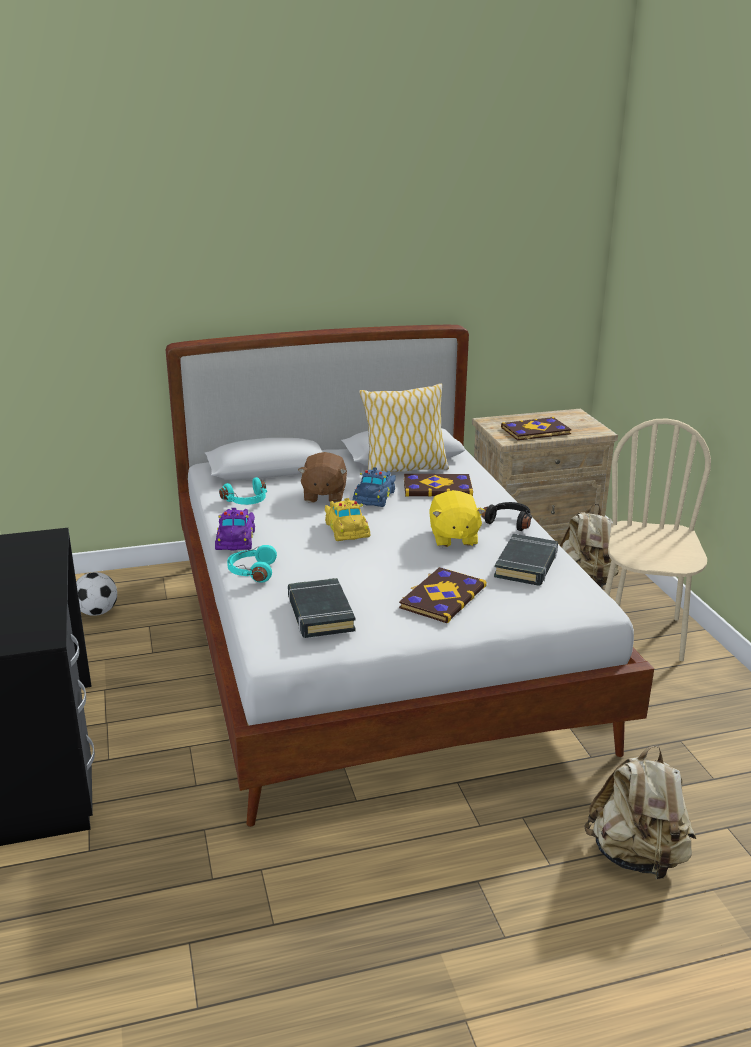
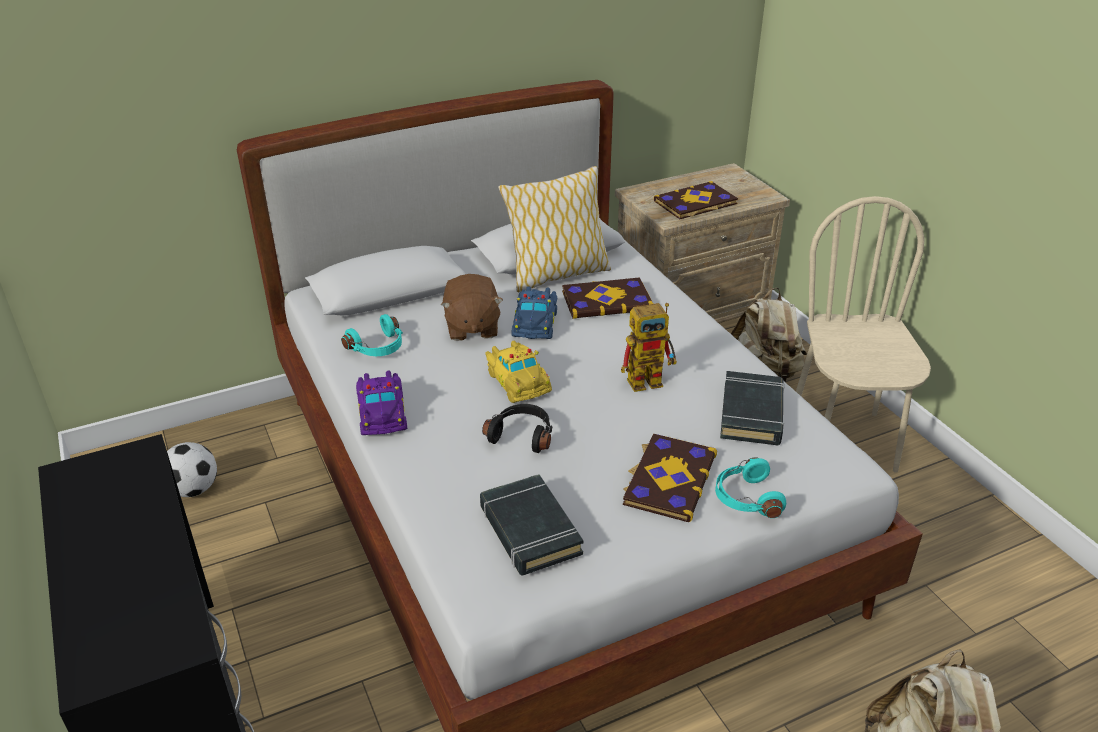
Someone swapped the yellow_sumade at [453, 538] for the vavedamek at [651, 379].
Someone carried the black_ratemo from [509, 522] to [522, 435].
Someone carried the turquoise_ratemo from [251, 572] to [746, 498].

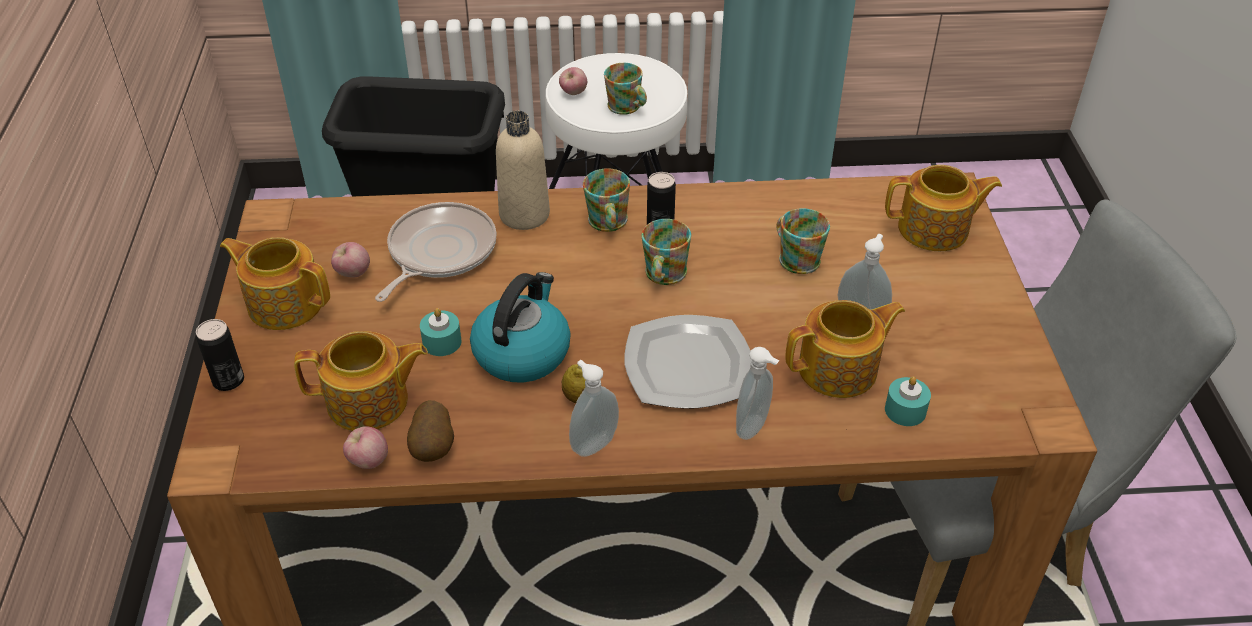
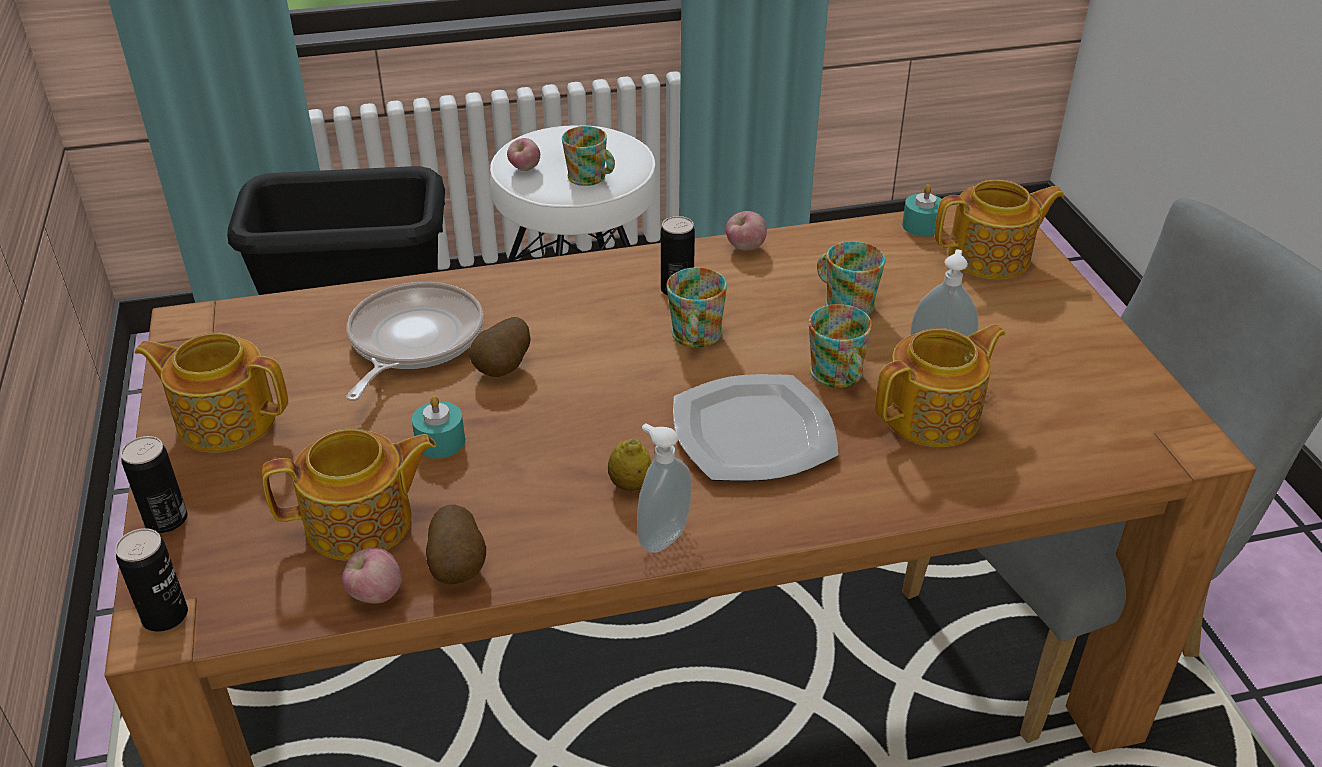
Someone took away the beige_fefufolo at [524, 215].
Someone carried the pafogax from [607, 223] to [838, 377].
Someone carried the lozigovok from [353, 273] to [745, 248].
Someone took away the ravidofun at [522, 352].
Someone took away the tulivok at [754, 428].
Someone carried the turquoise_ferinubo from [905, 410] to [922, 226].
Someone put down the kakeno at [504, 369].
Someone put down the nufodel at [165, 616].

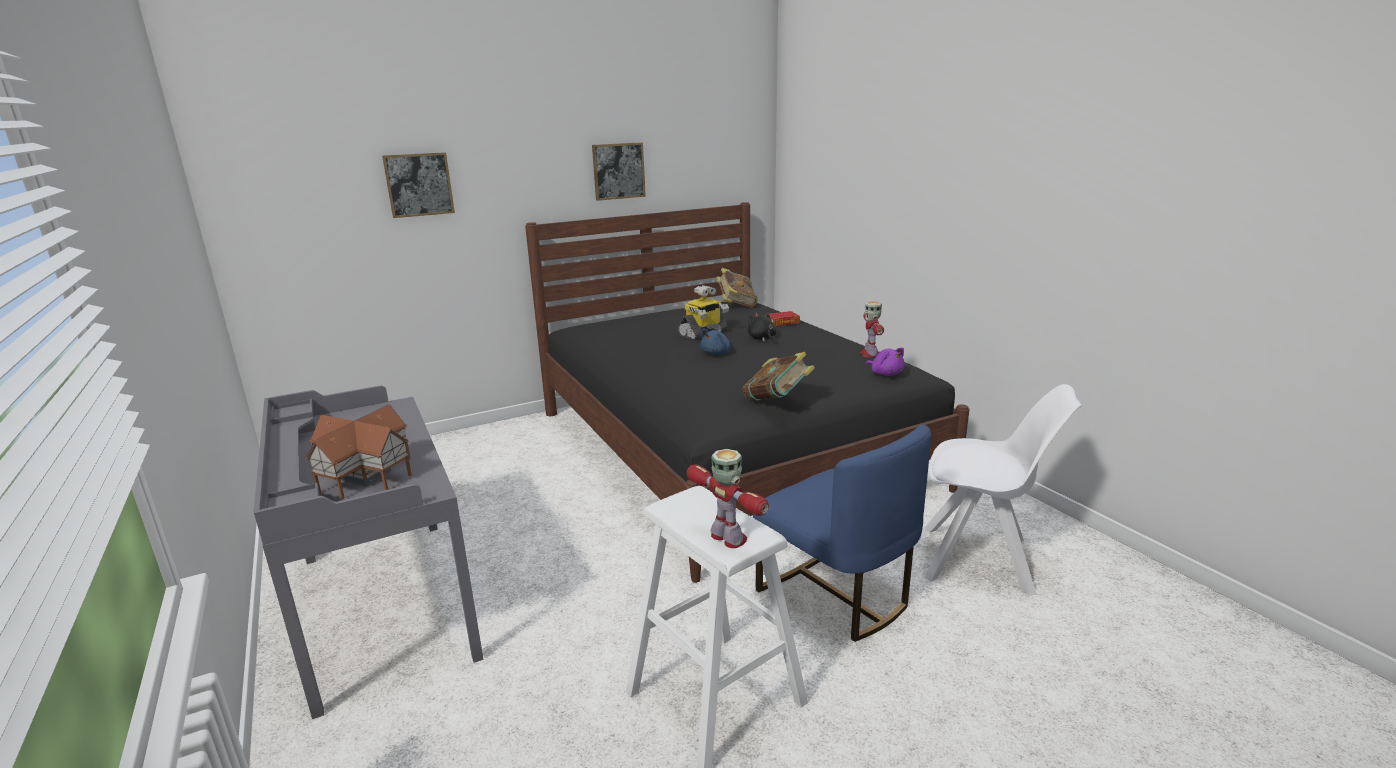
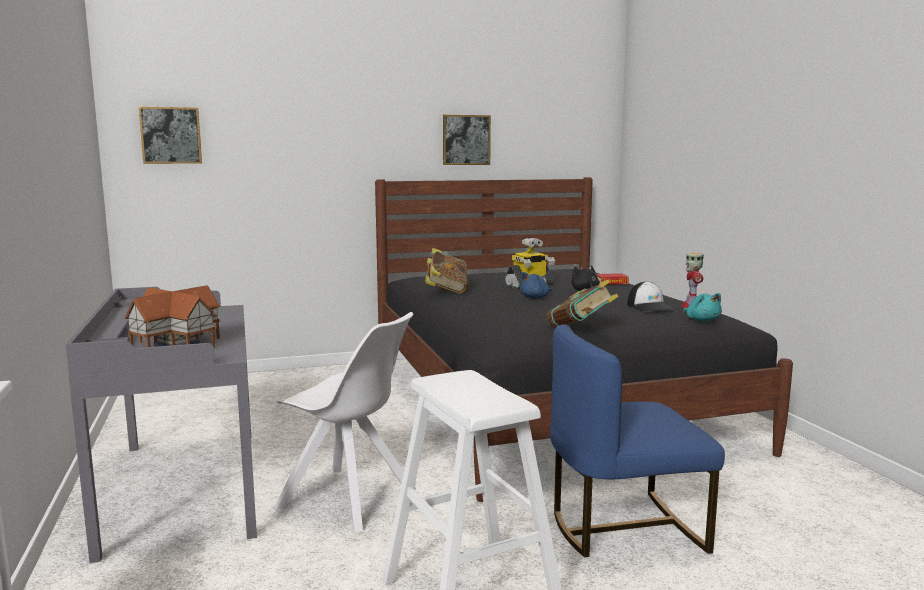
Someone carried the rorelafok from [419, 184] to [171, 135].
Someone carried the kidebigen from [736, 305] to [446, 291].
Someone repainted the purple_sumade at [885, 373], which became the turquoise_sumade at [702, 320].
Someone carried the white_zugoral from [980, 560] to [349, 499].
Someone rotated the blue_zugoral at [836, 595] by 105 degrees clockwise.
Someone took away the vavedamek at [728, 539].
Someone put down the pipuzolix at [650, 307].

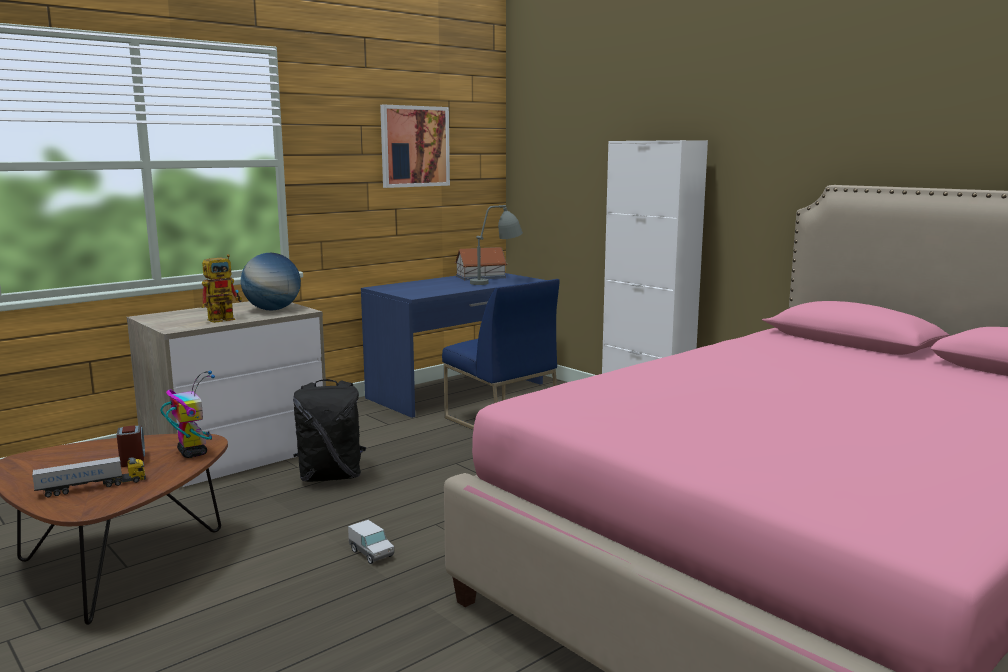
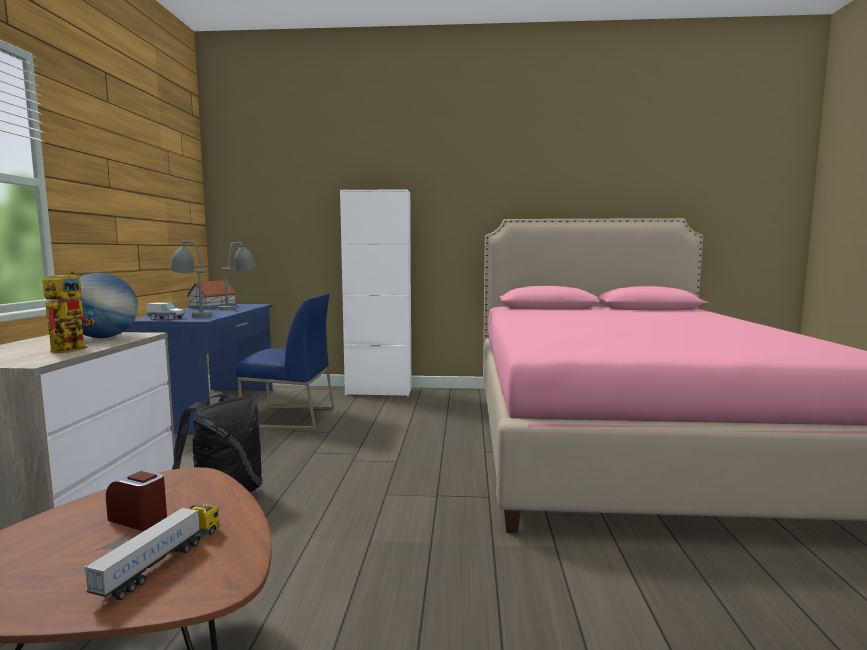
Someone took away the rorelafok at [414, 146].
Someone took away the vavedamek at [192, 453].
Someone carried the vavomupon from [371, 553] to [166, 318].
Someone put down the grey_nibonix at [191, 314].

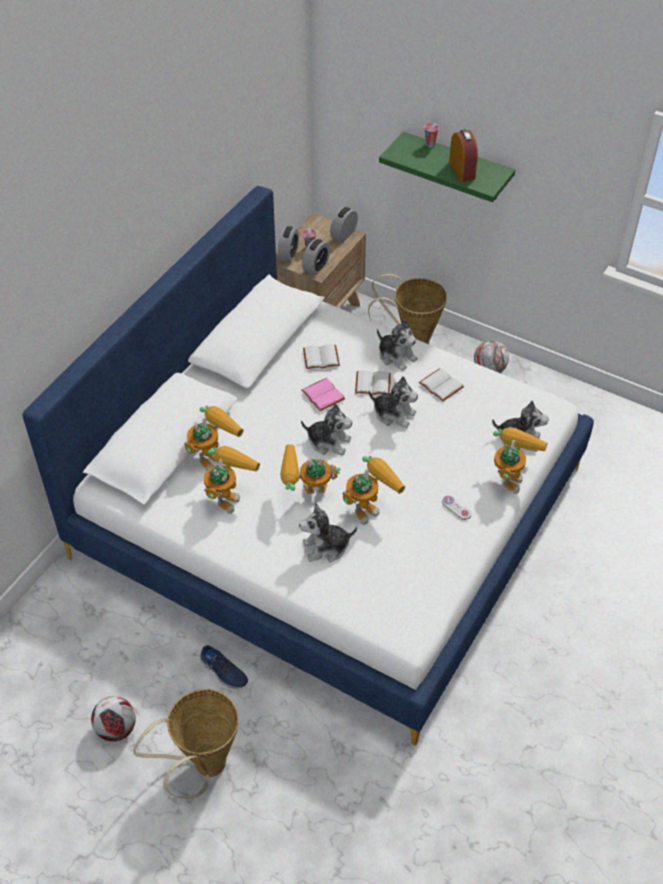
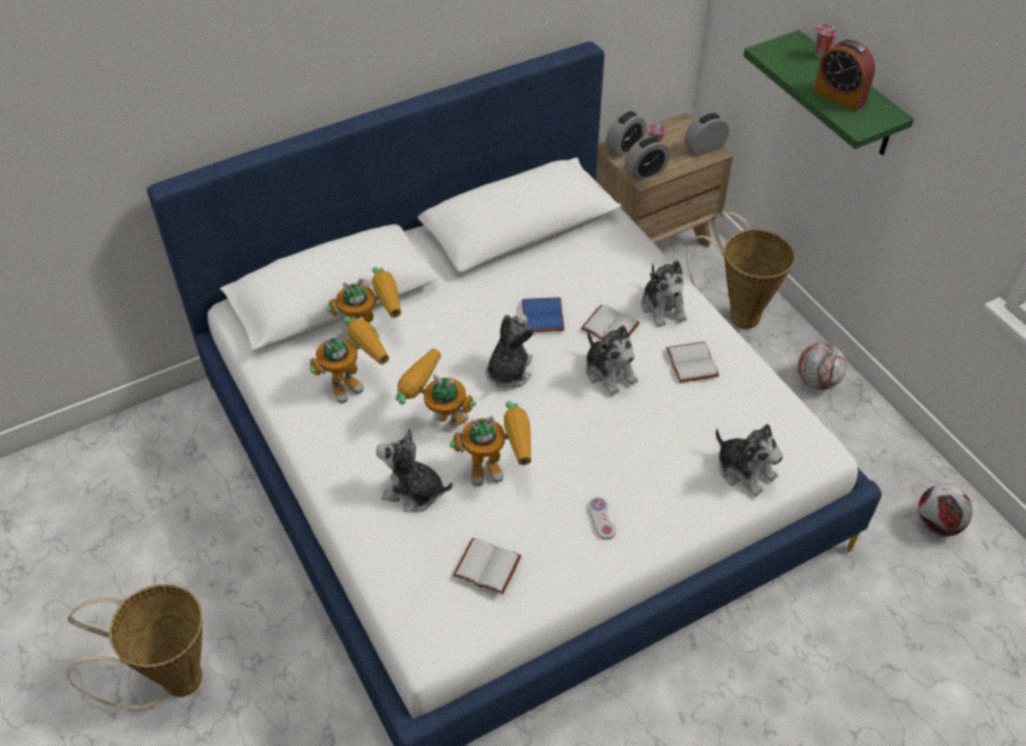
Someone rotated the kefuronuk at [462, 170] by 120 degrees clockwise.
Someone carried the white_kidebigen from [321, 357] to [489, 566].
Someone repainted the pink_kidebigen at [324, 395], which became the blue_kidebigen at [544, 316].
Someone rotated the sumade at [328, 442] by 120 degrees counterclockwise.
Someone took away the vavedamek at [510, 475].
Someone took away the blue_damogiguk at [223, 672].
Someone carried the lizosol from [116, 729] to [936, 524].

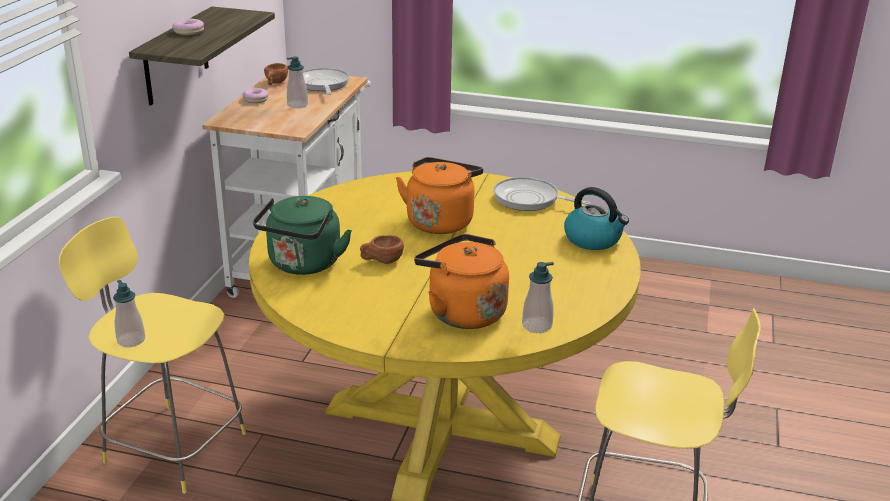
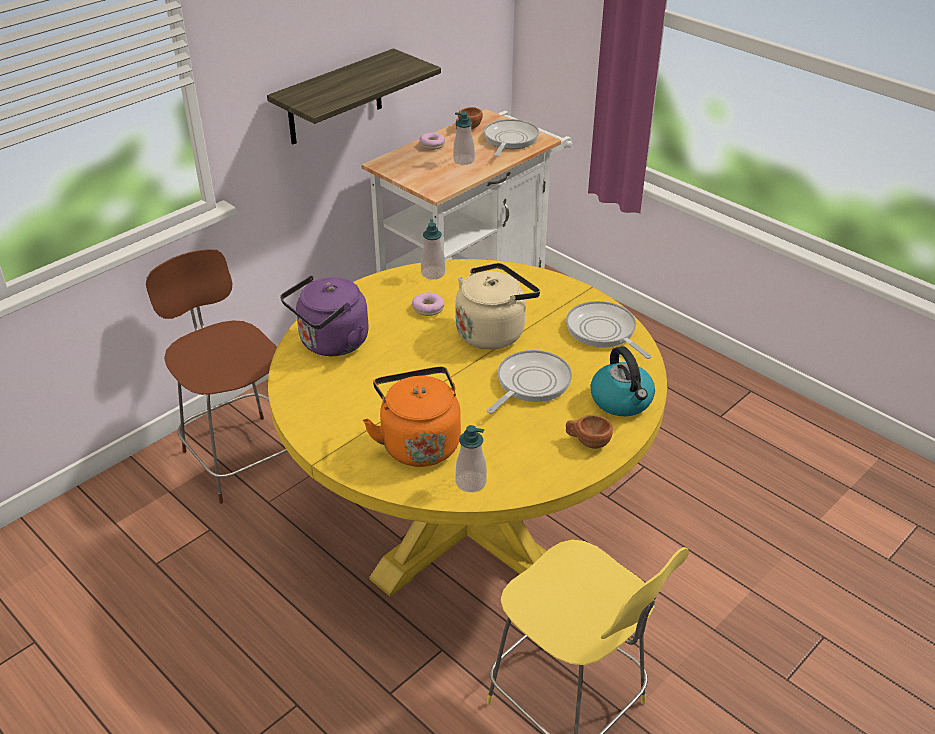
Someone carried the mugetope from [189, 32] to [428, 308].
Someone repainted the orange_ravidofun at [441, 221], which became the beige_ravidofun at [493, 332].
Someone repainted the green_ravidofun at [303, 265], which became the purple_ravidofun at [331, 343].
Someone repainted the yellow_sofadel at [171, 445], which became the brown_sofadel at [240, 455].
Someone carried the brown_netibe from [382, 261] to [587, 442].
Someone carried the tulivok from [131, 340] to [433, 273].
Someone put down the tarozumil at [530, 383].

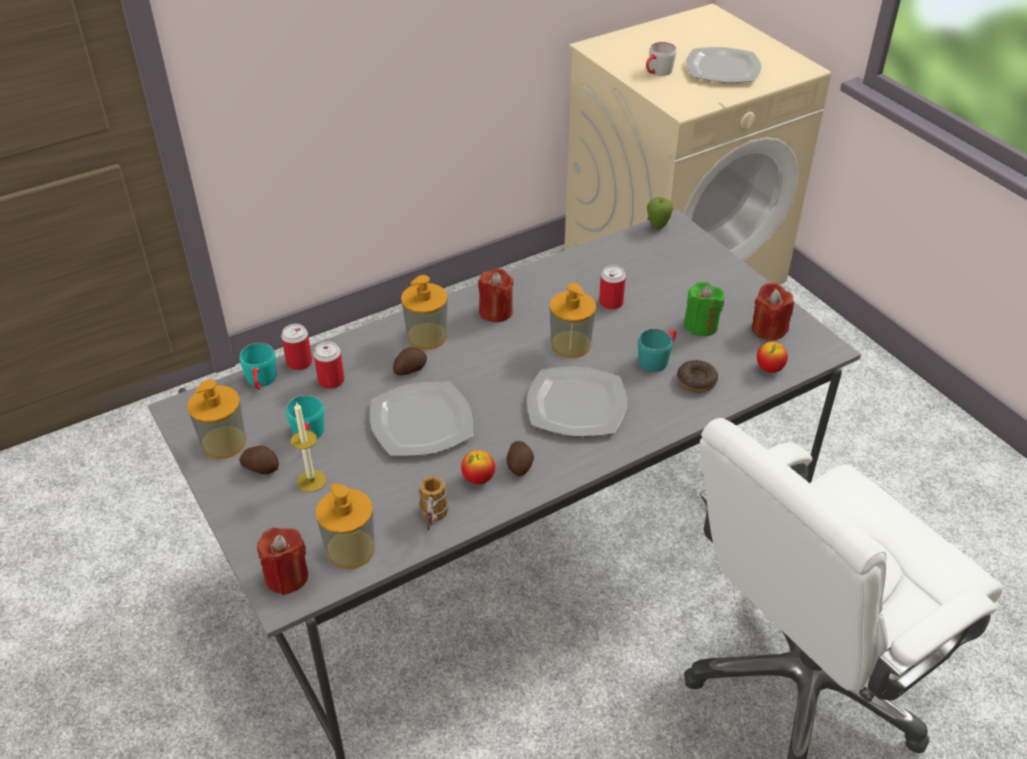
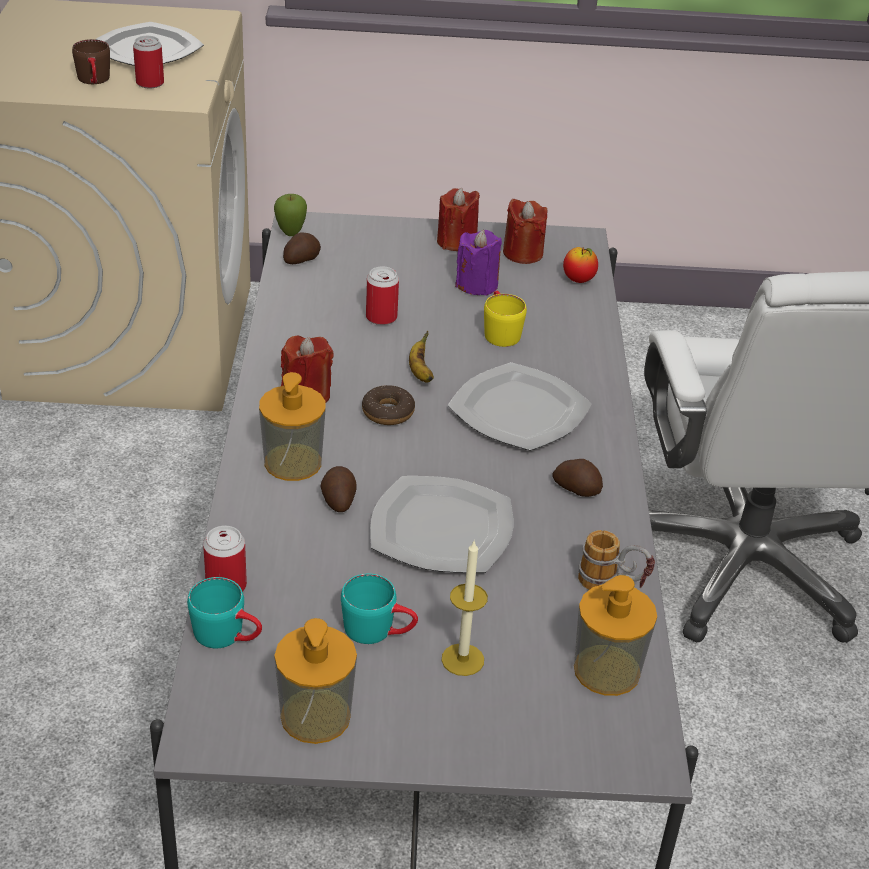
Someone repainted the grey_pafogax at [657, 72], which became the brown_pafogax at [94, 81].
Someone repainted the green_ferinubo at [700, 325], which became the purple_ferinubo at [477, 285].
Someone swapped the tulivok at [571, 344] for the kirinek at [420, 372].
Someone repainted the turquoise_pafogax at [657, 358], which became the yellow_pafogax at [499, 331].
Someone carried the nufodel from [331, 381] to [150, 83].
Someone carried the mugetope from [696, 381] to [388, 412].
Someone carried the kakeno from [261, 467] to [301, 259].
Someone took away the lozigovok at [478, 479].
Someone carried the red_ferinubo from [286, 576] to [456, 242].

